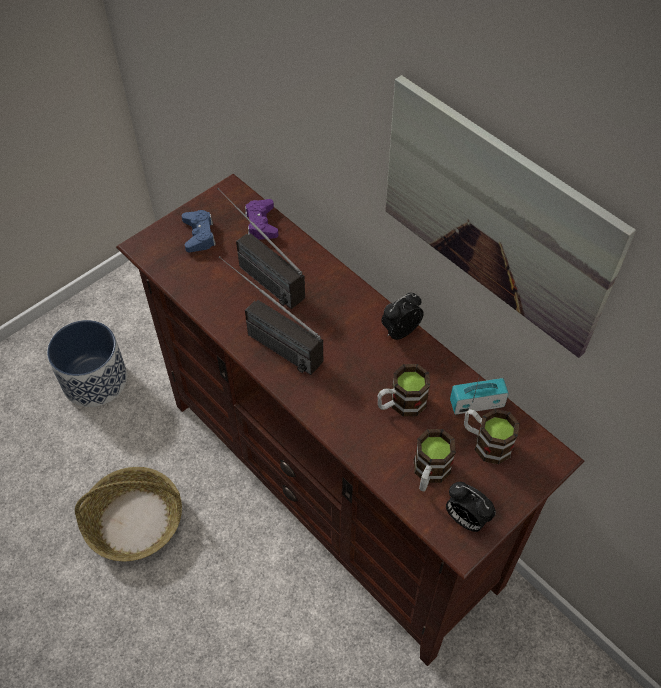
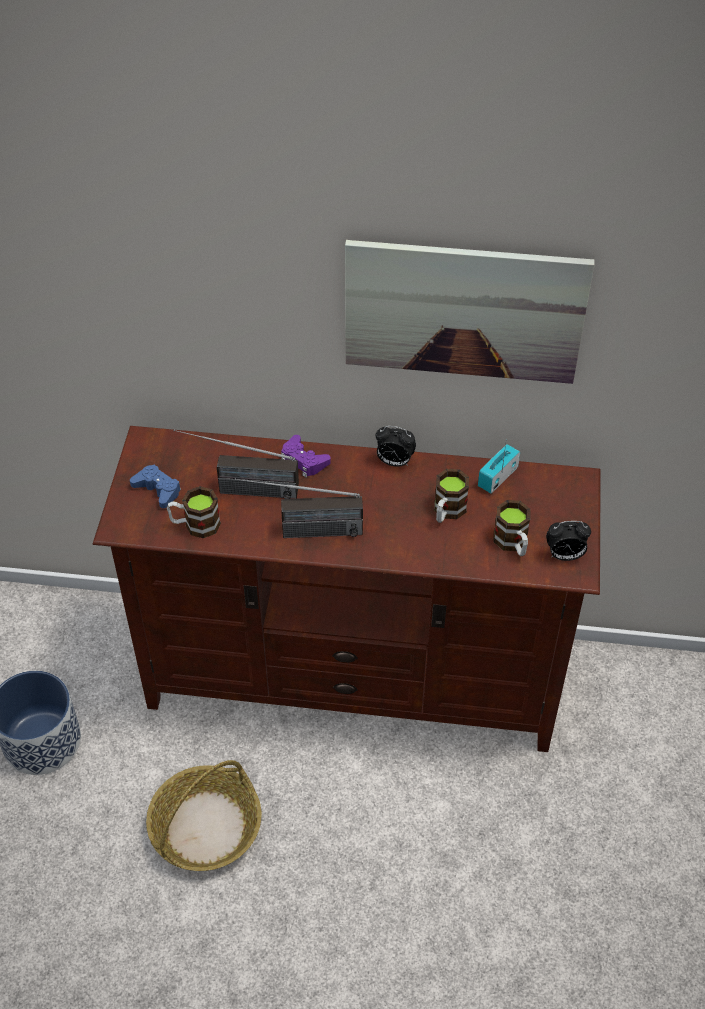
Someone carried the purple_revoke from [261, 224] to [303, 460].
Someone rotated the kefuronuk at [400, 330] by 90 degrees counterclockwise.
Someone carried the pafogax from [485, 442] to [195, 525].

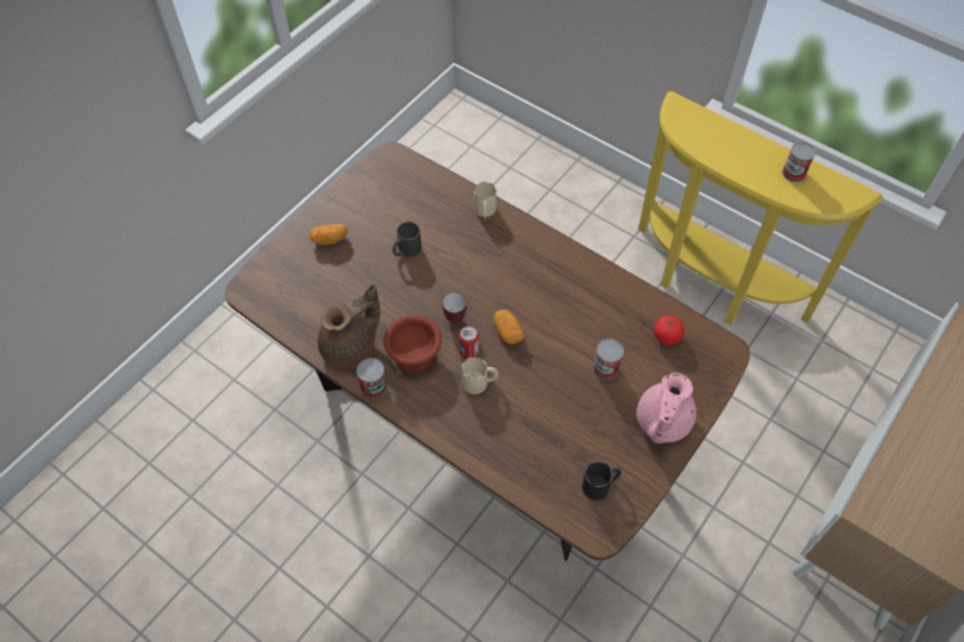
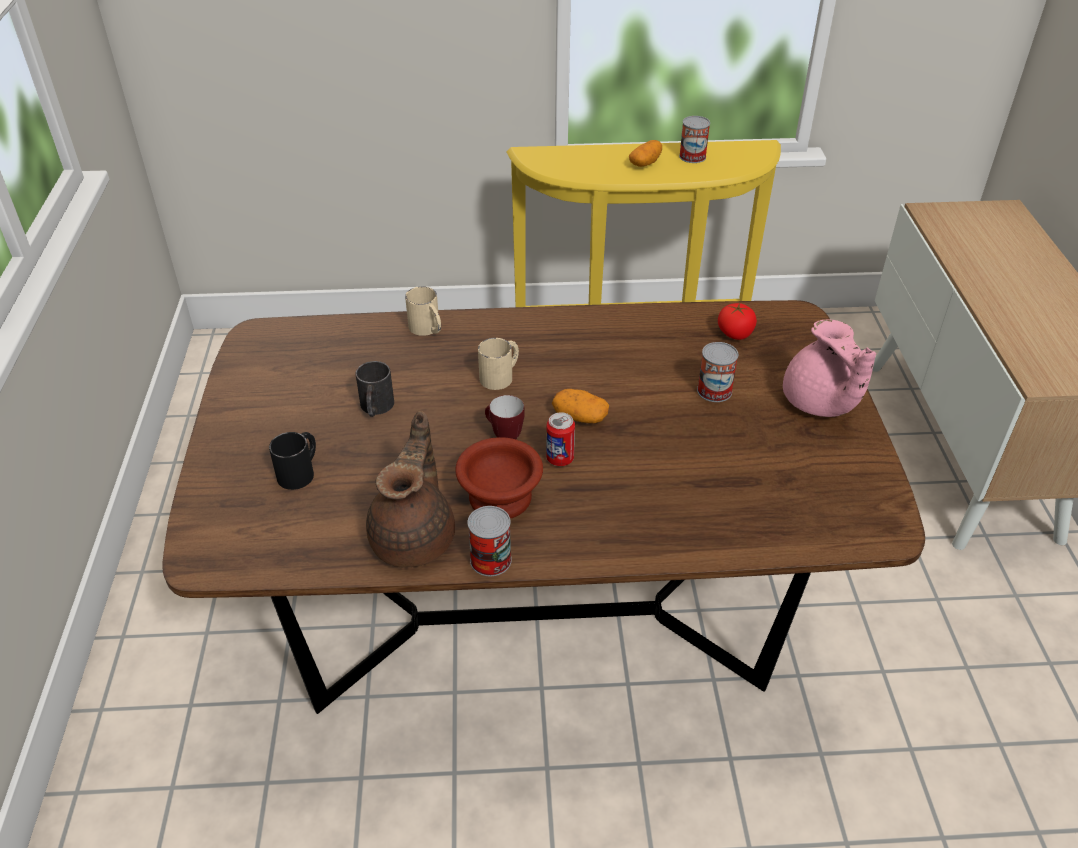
Someone carried the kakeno from [330, 239] to [645, 163].
Someone carried the beige_pafogax from [480, 382] to [501, 375].
Someone carried the black_pafogax from [601, 485] to [300, 471].

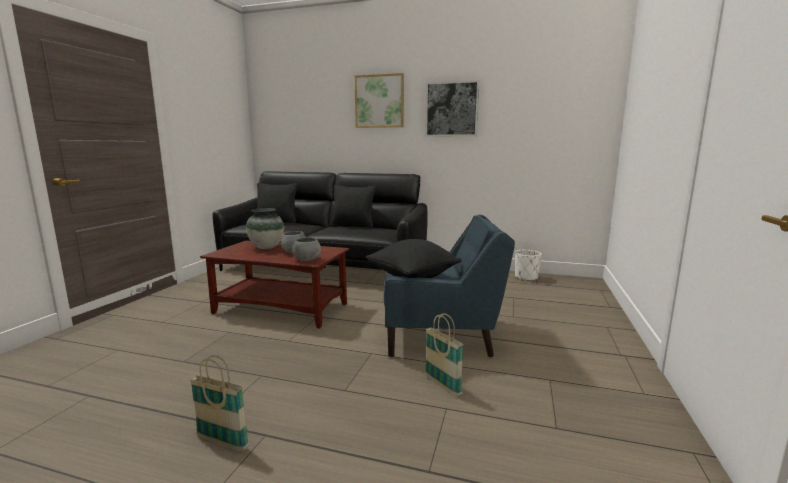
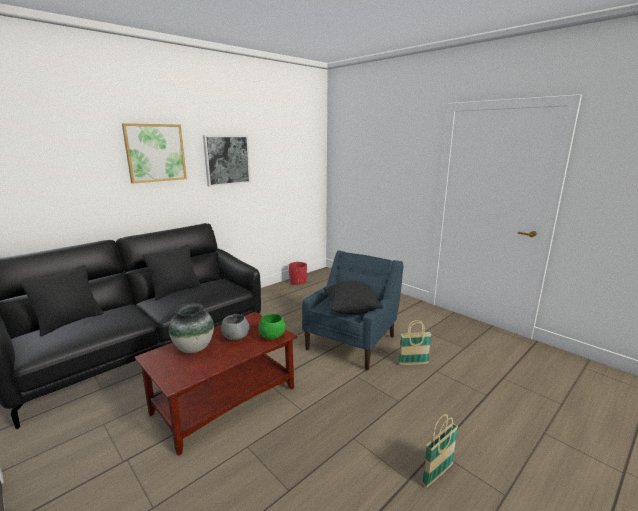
Someone repainted the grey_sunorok at [307, 260], which became the green_sunorok at [272, 336].
Someone repainted the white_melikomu at [526, 277], which became the red_melikomu at [298, 282].

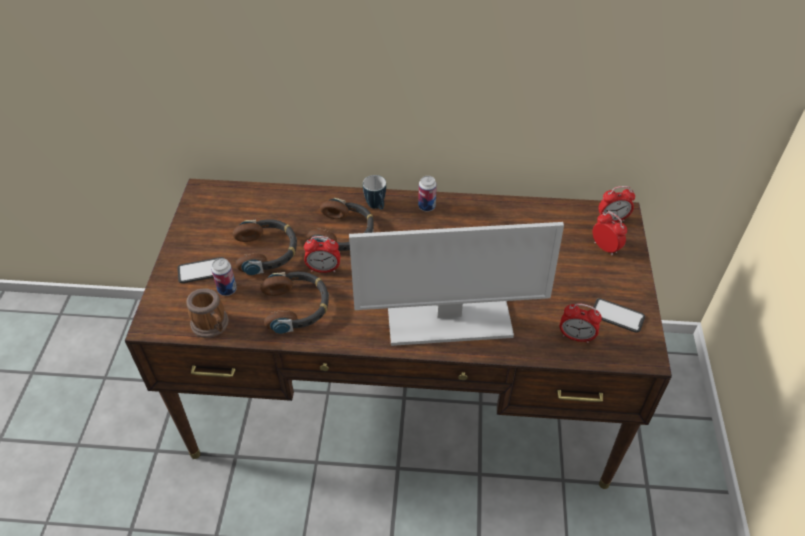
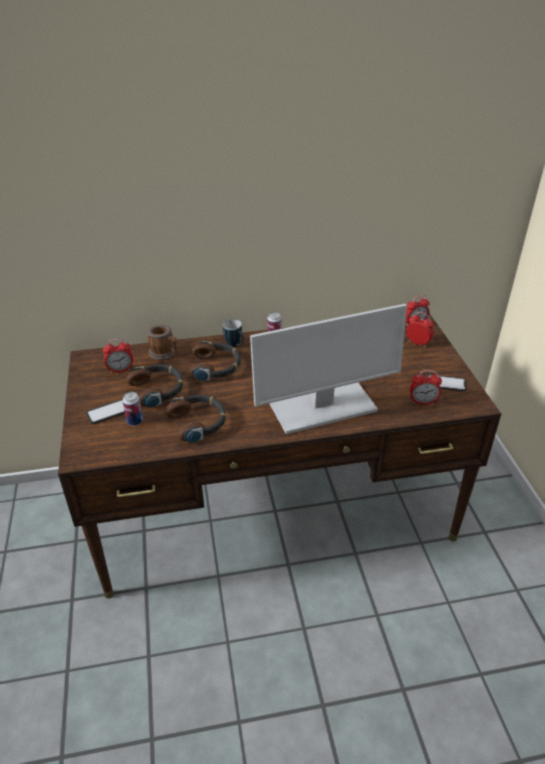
Someone carried the kefuronuk from [323, 269] to [120, 370].
Someone carried the pafogax from [212, 326] to [165, 354].

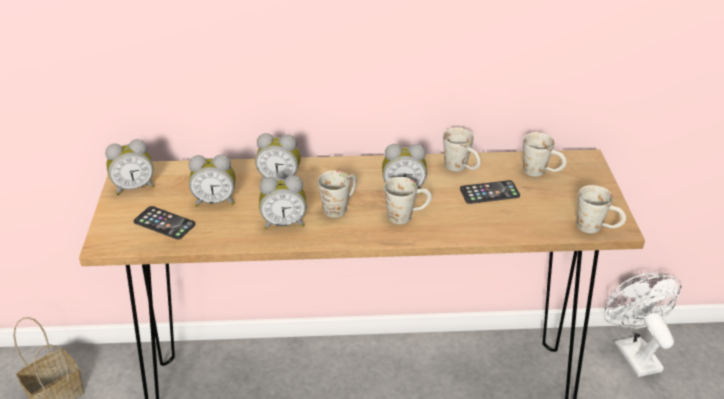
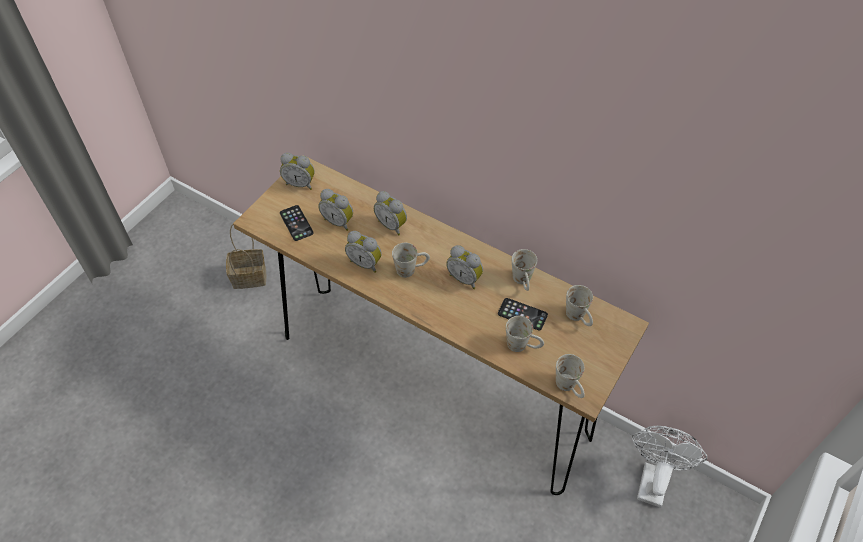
Someone carried the white_pafogax from [407, 215] to [523, 345].

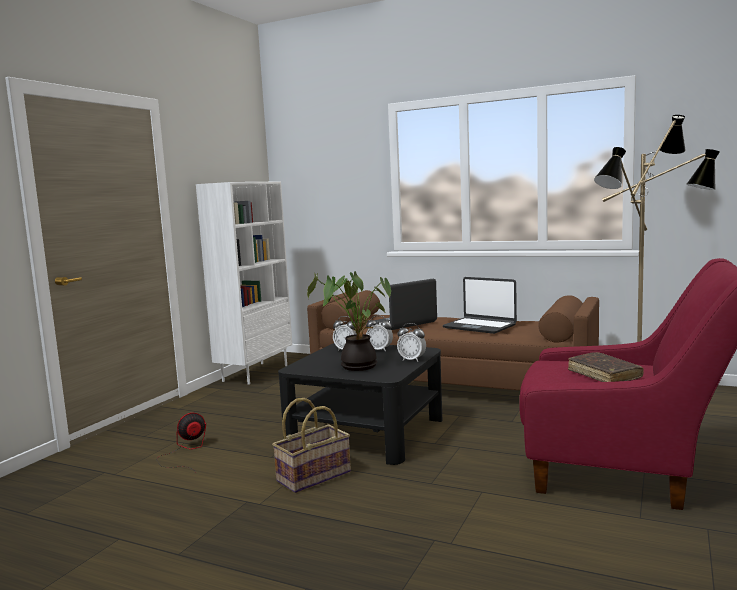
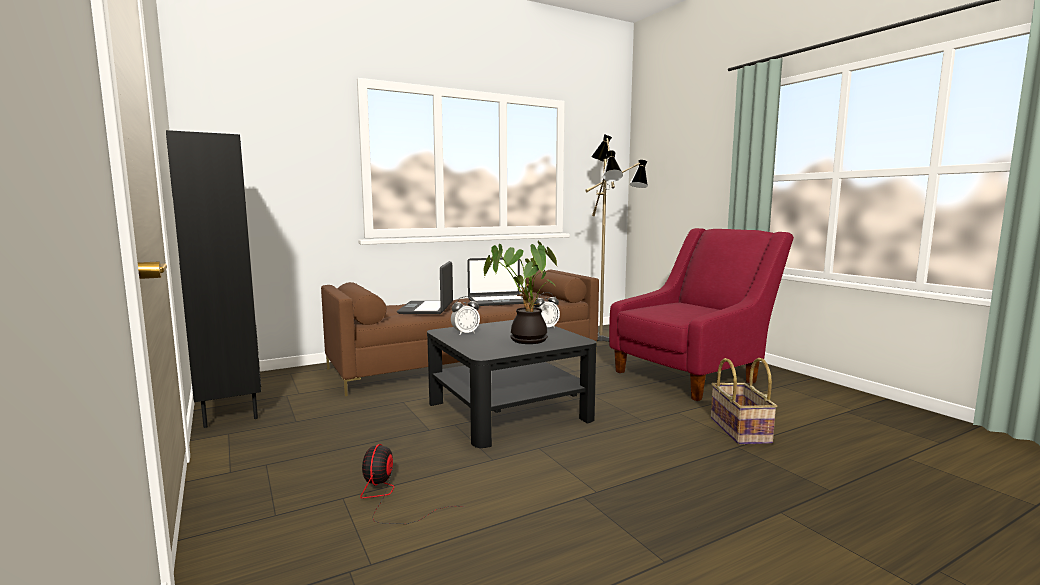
Someone repainted the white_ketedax at [255, 373], which became the black_ketedax at [228, 407].
Someone took away the kefuronuk at [380, 350].
Someone took away the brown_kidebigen at [604, 375].
Someone carried the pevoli from [313, 476] to [738, 430].

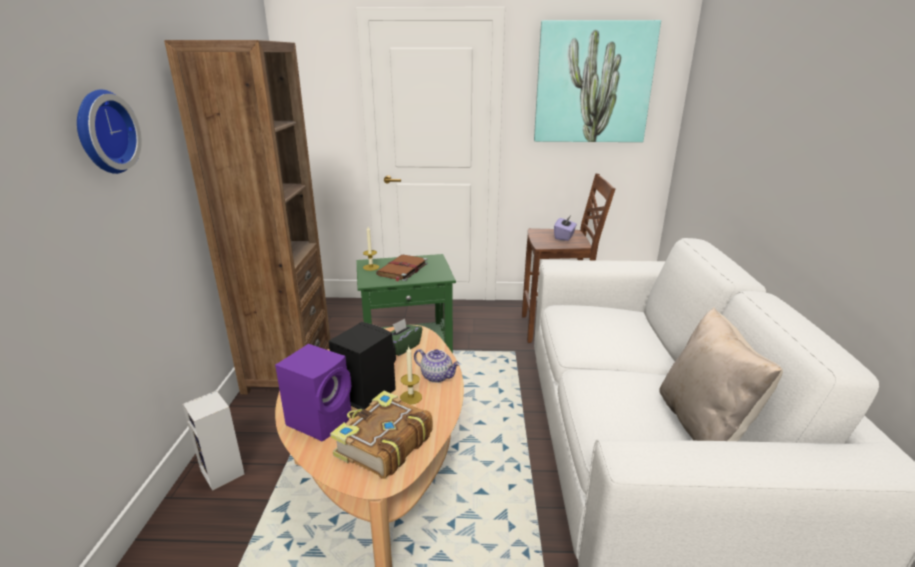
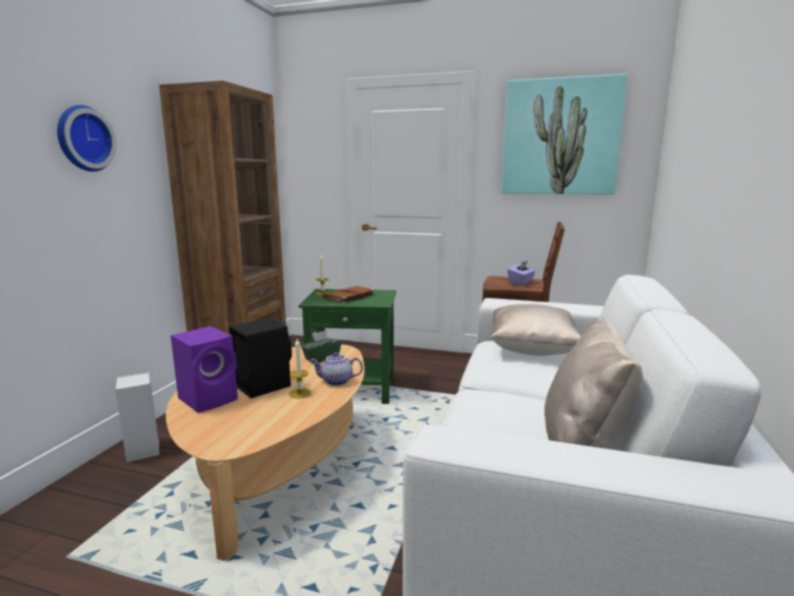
Someone rotated the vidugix at [437, 376] by 135 degrees clockwise.
Someone took away the kidebigen at [382, 445].
Someone put down the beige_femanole at [532, 350].

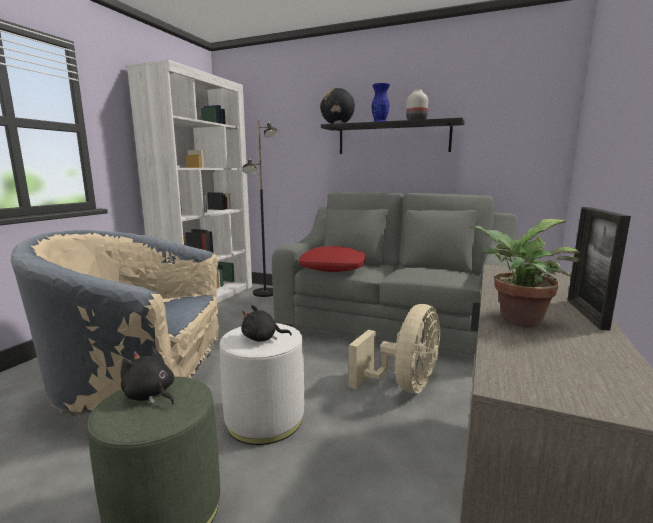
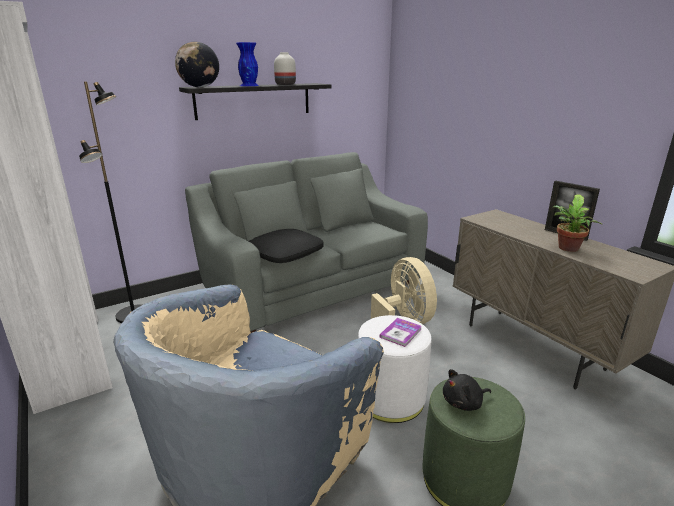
Someone repainted the red_femanole at [333, 268], which became the black_femanole at [285, 254].
Someone swapped the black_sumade at [262, 339] for the kidebigen at [400, 333].

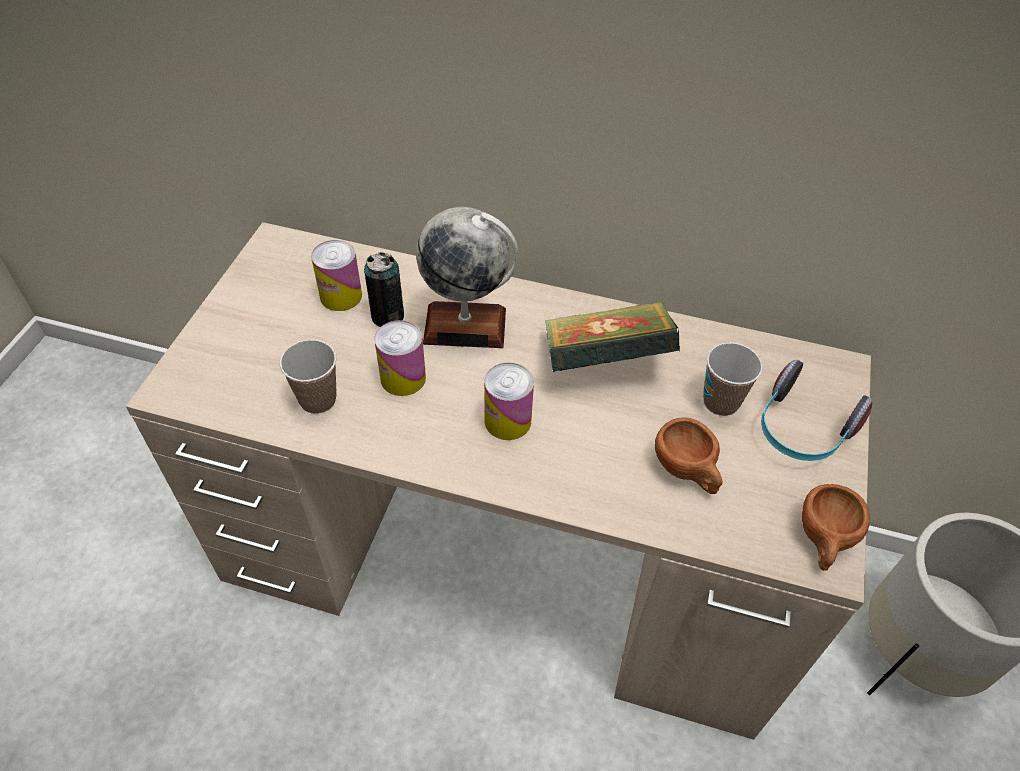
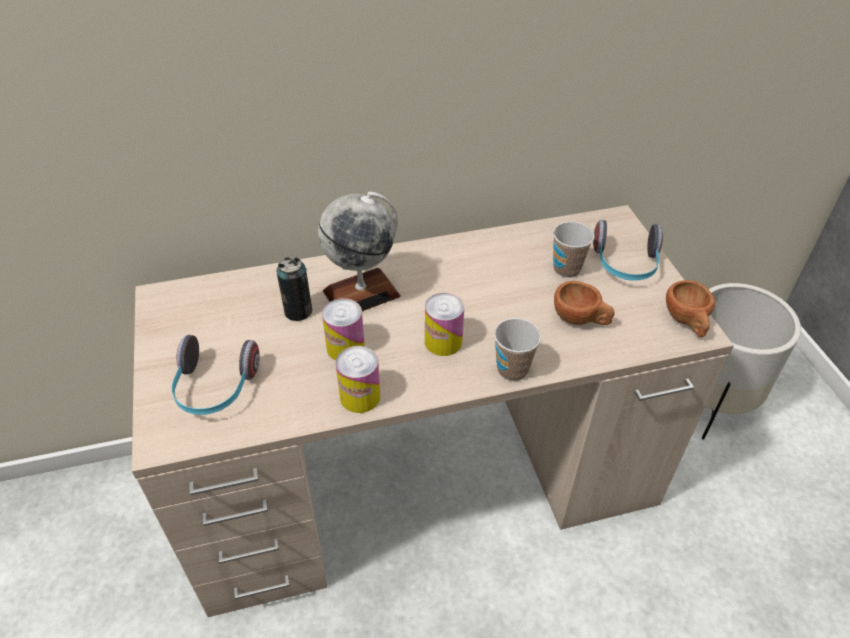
Someone carried the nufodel from [341, 296] to [360, 396].
Someone took away the kidebigen at [604, 363].
Someone carried the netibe from [318, 400] to [512, 369].
Someone put down the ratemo at [215, 388].

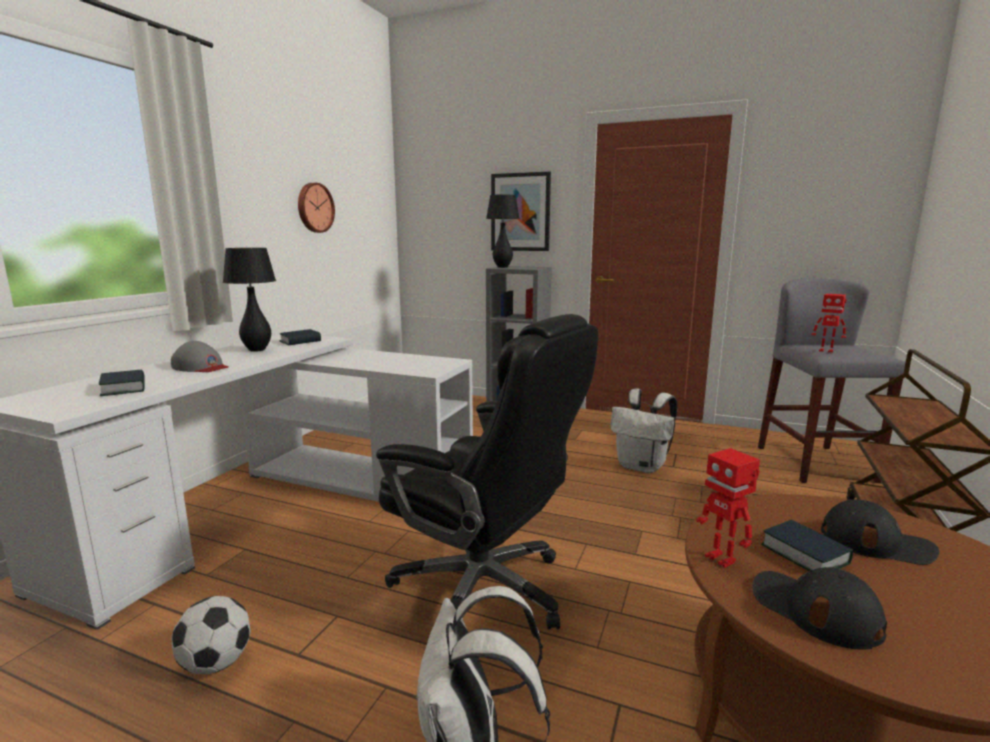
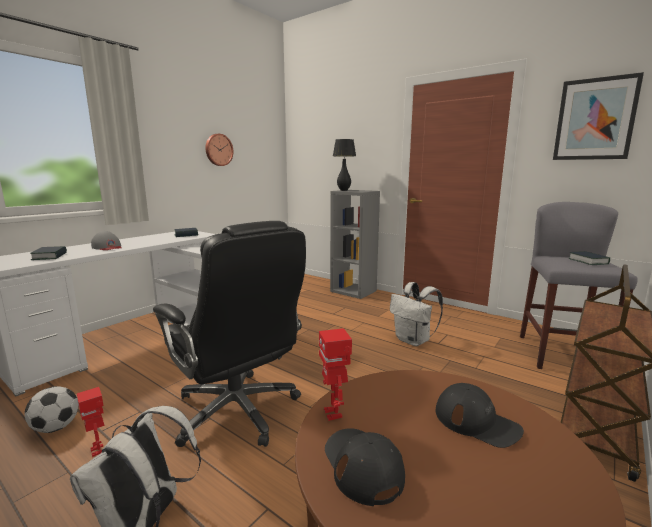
Someone carried the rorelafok from [520, 212] to [595, 119].
Someone took away the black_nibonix at [257, 350].
Someone carried the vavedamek from [826, 351] to [98, 450].
Someone carried the kidebigen from [804, 554] to [588, 261].

